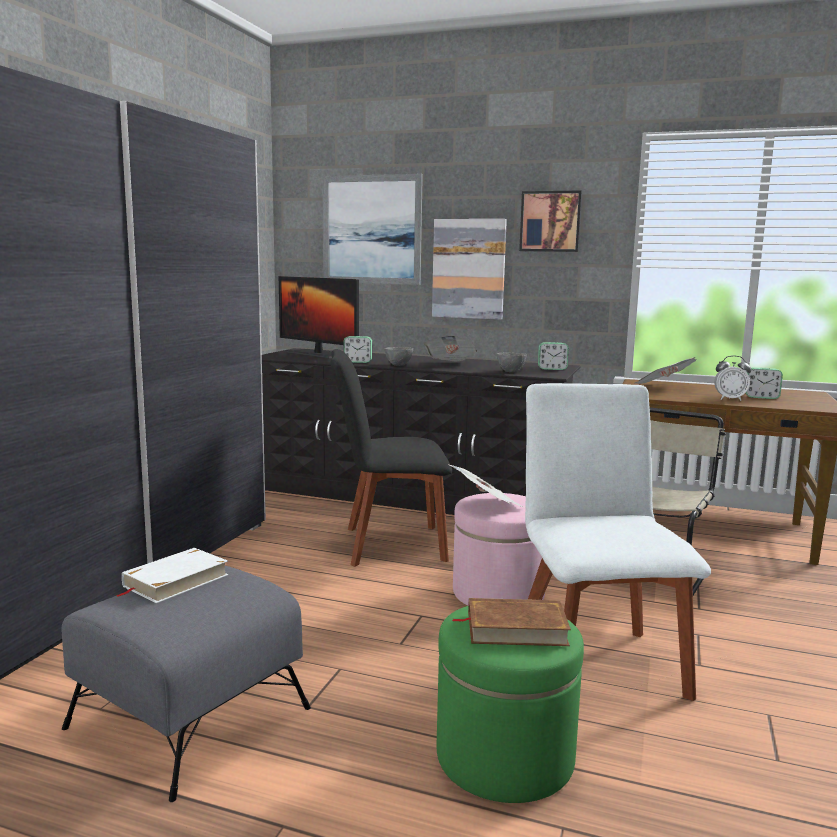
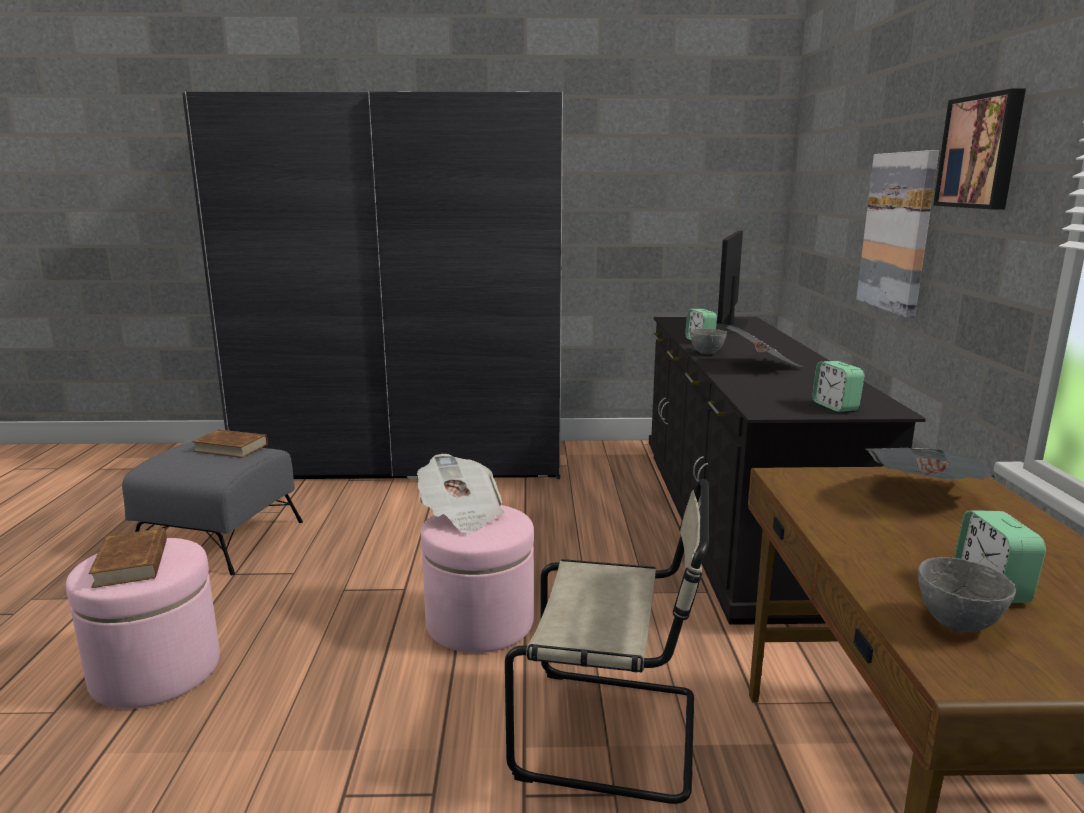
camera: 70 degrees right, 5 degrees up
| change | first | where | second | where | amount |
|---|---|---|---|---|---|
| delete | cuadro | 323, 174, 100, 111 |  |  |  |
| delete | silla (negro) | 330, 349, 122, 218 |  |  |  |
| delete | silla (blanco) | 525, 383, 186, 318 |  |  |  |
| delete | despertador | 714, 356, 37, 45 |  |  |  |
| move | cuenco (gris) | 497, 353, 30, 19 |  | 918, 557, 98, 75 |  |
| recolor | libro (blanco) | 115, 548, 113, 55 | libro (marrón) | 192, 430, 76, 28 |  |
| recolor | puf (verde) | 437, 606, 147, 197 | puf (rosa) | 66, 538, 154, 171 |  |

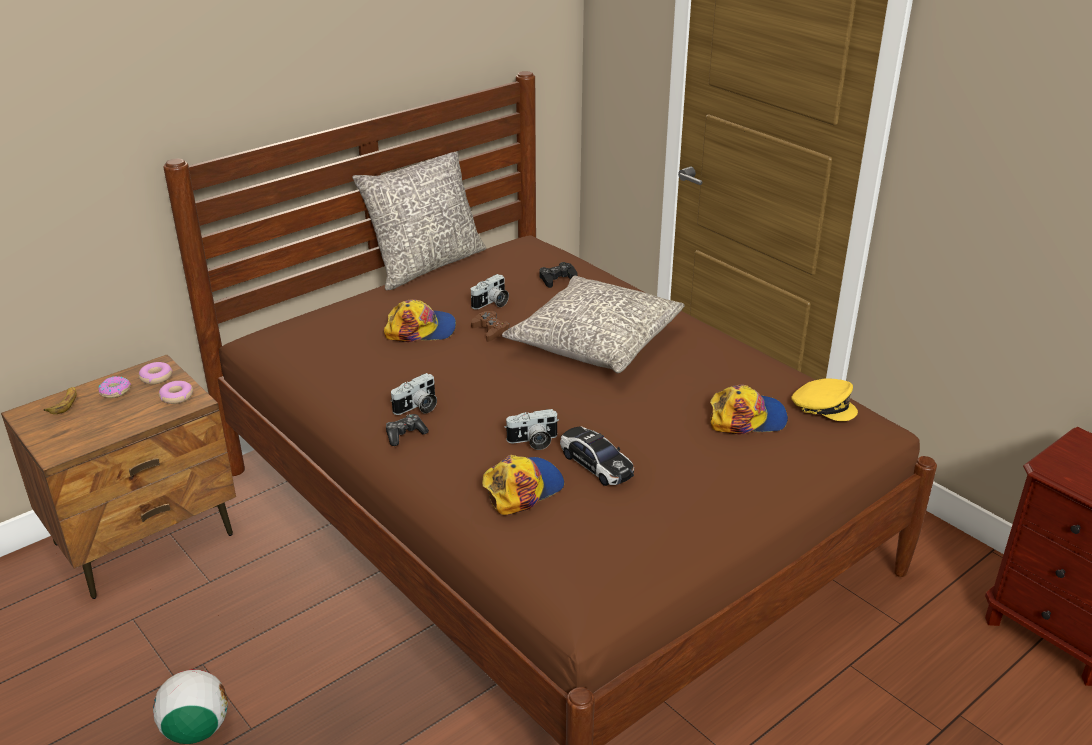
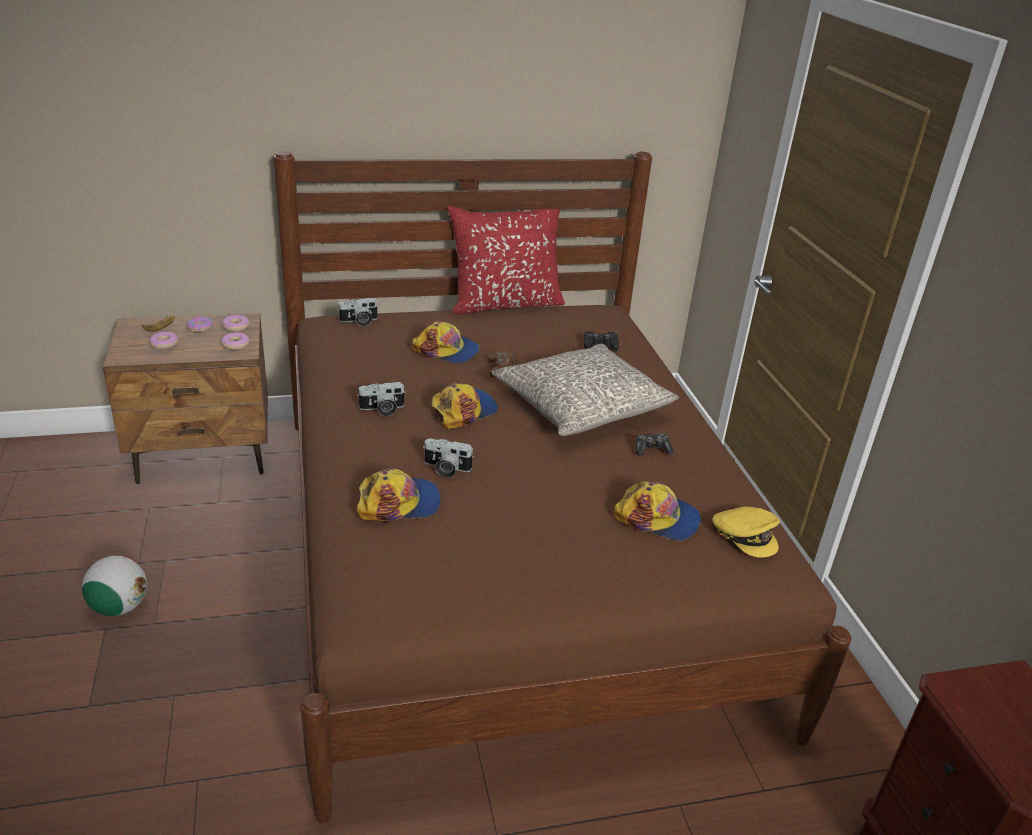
camera: 25 degrees right, 0 degrees up
| change | first | where | second | where | amount |
|---|---|---|---|---|---|
| delete | coche de juguete | 560, 426, 74, 60 |  |  |  |
| insert |  |  | rosquilla | 149, 332, 30, 18 |  |
| insert |  |  | gorra | 432, 383, 66, 46 |  |
| move | mando de consola | 386, 414, 43, 32 |  | 635, 433, 39, 23 |  |
| move | cámara | 471, 274, 38, 35 |  | 339, 298, 39, 28 |  |
| recolor | cojín (gris) | 352, 151, 134, 139 | cojín (rojo) | 447, 206, 118, 108 |  |

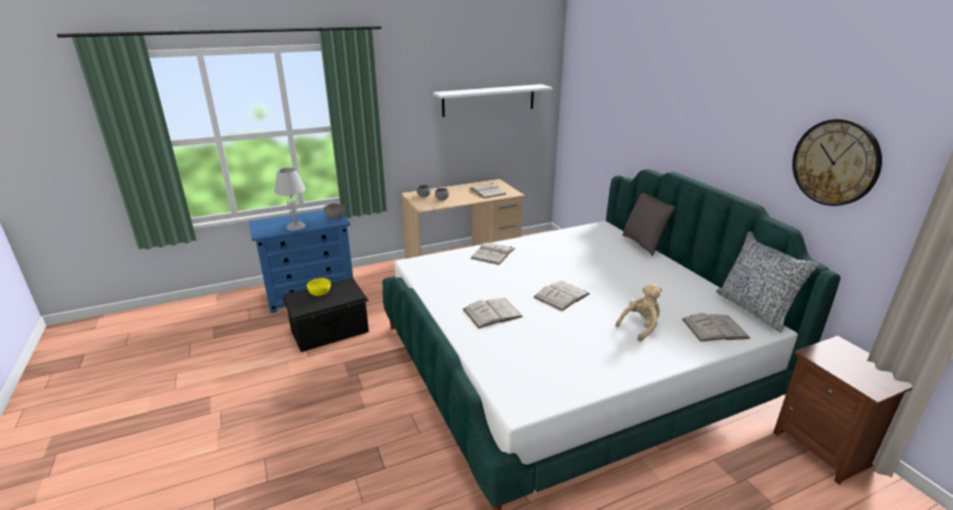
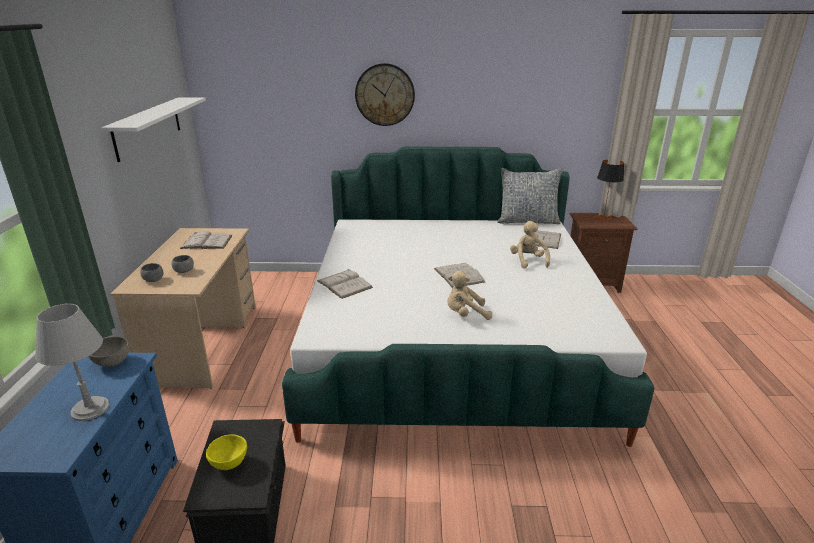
camera: 65 degrees left, 0 degrees up
| change | first | where | second | where | amount |
|---|---|---|---|---|---|
| delete | cojín (gris) | 623, 193, 53, 63 |  |  |  |
| insert |  |  | lámpara de mesa | 595, 160, 29, 60 |  |
| move | reloj de pared | 792, 119, 90, 87 |  | 355, 63, 60, 63 |  |
| replace | libro (blanco) | 463, 298, 60, 30 | peluche (beis) | 447, 271, 45, 49 |  |

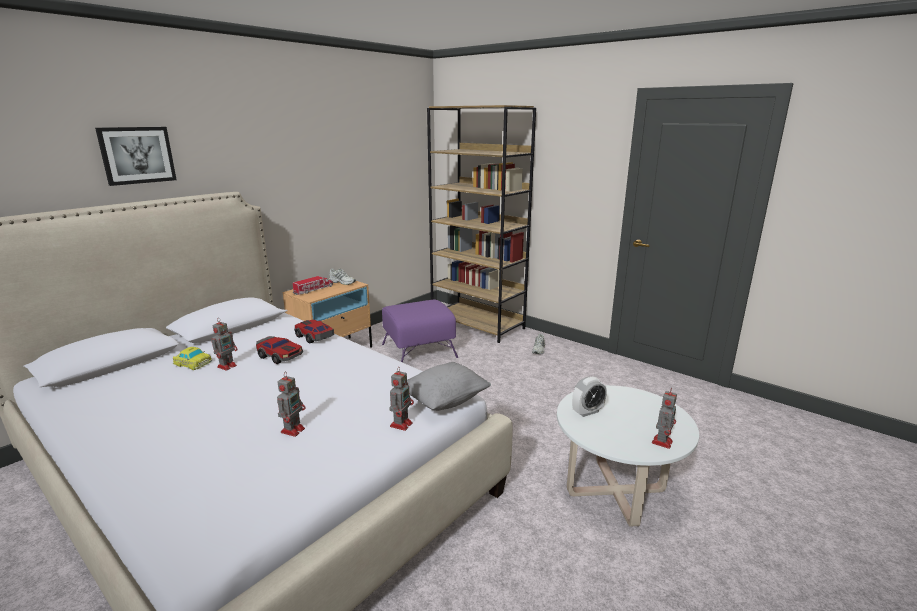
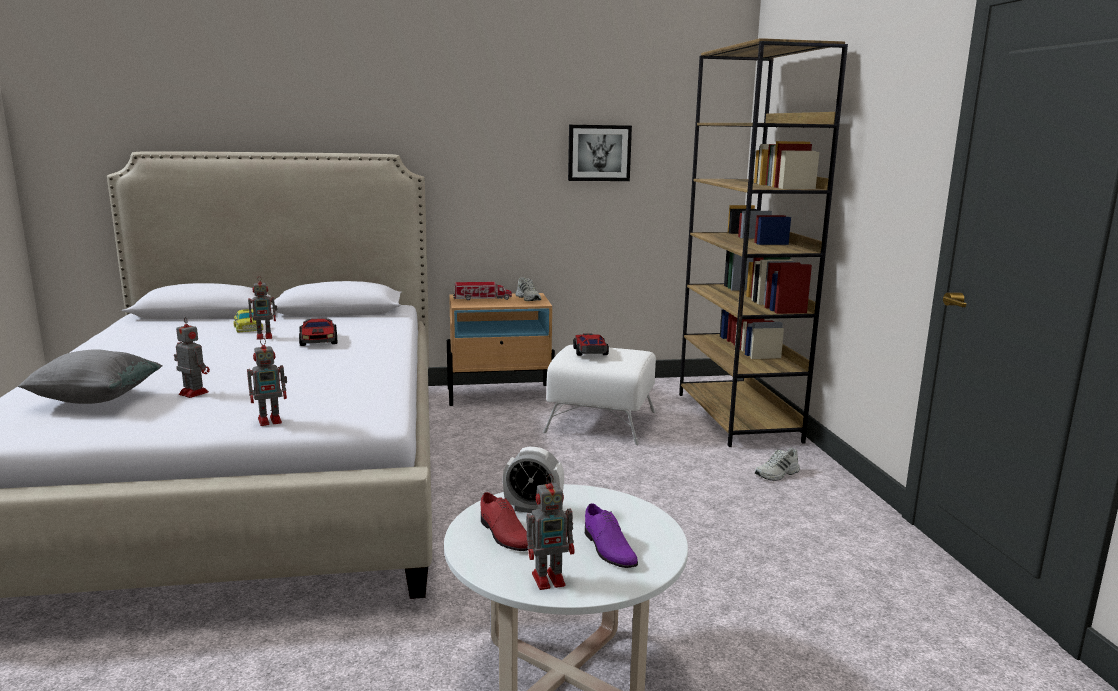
camera: 40 degrees right, 5 degrees down
| change | first | where | second | where | amount |
|---|---|---|---|---|---|
| insert |  |  | zapato (rojo) | 480, 492, 49, 59 |  |
| insert |  |  | zapato (morado) | 585, 503, 53, 65 |  |
| move | cuadro | 95, 127, 82, 59 |  | 568, 125, 64, 56 |  |
| move | coche de juguete | 294, 319, 40, 24 |  | 573, 333, 36, 23 |  |
| move | cojín (gris) | 407, 362, 84, 49 |  | 17, 349, 145, 55 |  |
| recolor | puf (morado) | 382, 300, 76, 63 | puf (blanco) | 543, 345, 113, 100 |  |
| rotate | robot de juguete | 277, 372, 29, 65 |  | 174, 317, 36, 81 | 120 degrees counterclockwise |

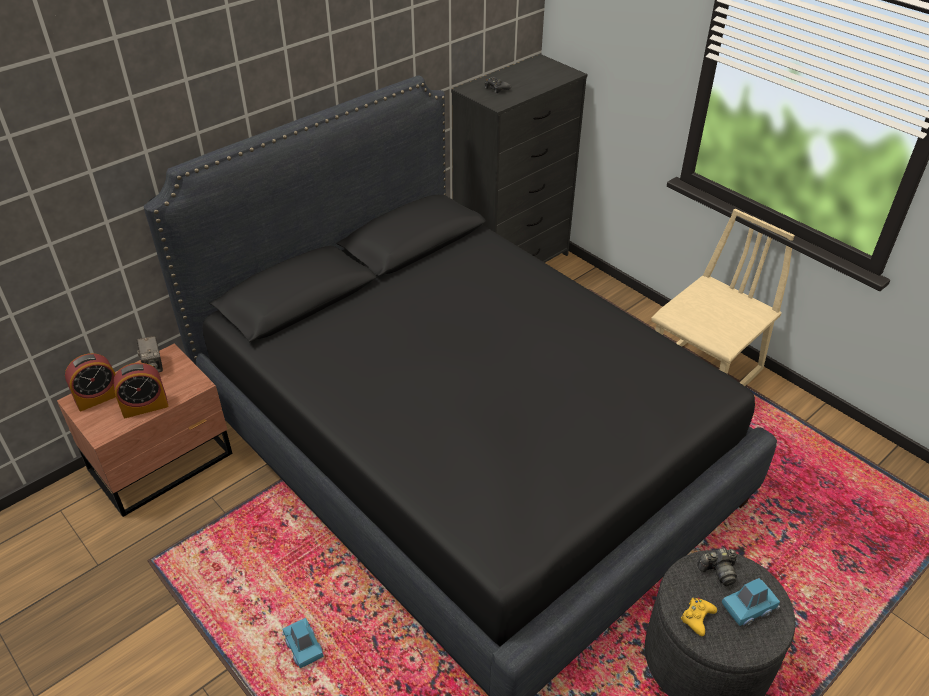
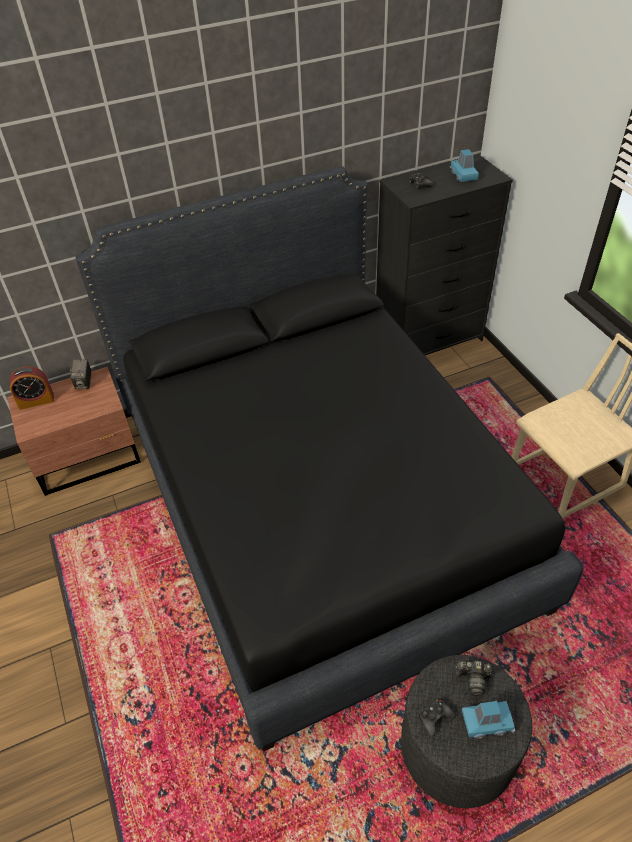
camera: 20 degrees right, 5 degrees up
| change | first | where | second | where | amount |
|---|---|---|---|---|---|
| delete | despertador | 113, 363, 55, 55 |  |  |  |
| move | coche de juguete (azul) | 282, 618, 42, 50 |  | 450, 149, 29, 33 |  |
| recolor | mando de consola (amarillo) | 681, 598, 36, 38 | mando de consola (negro) | 419, 699, 36, 38 |  |

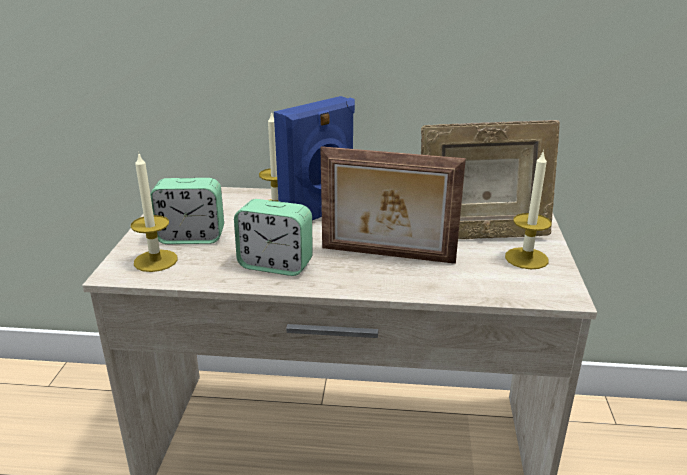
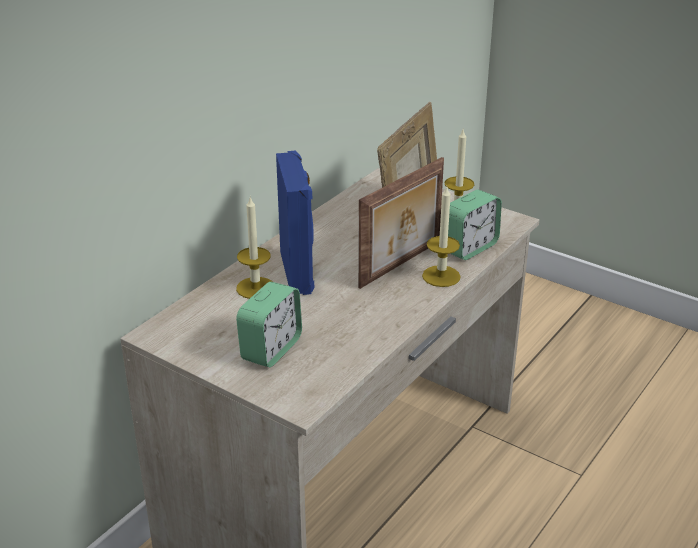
camera: 60 degrees left, 5 degrees up
| change | first | where | second | where | amount |
|---|---|---|---|---|---|
| move | vela | 131, 152, 46, 120 |  | 422, 186, 39, 101 |  |
| move | despertador | 234, 199, 79, 77 |  | 448, 190, 54, 70 |  |

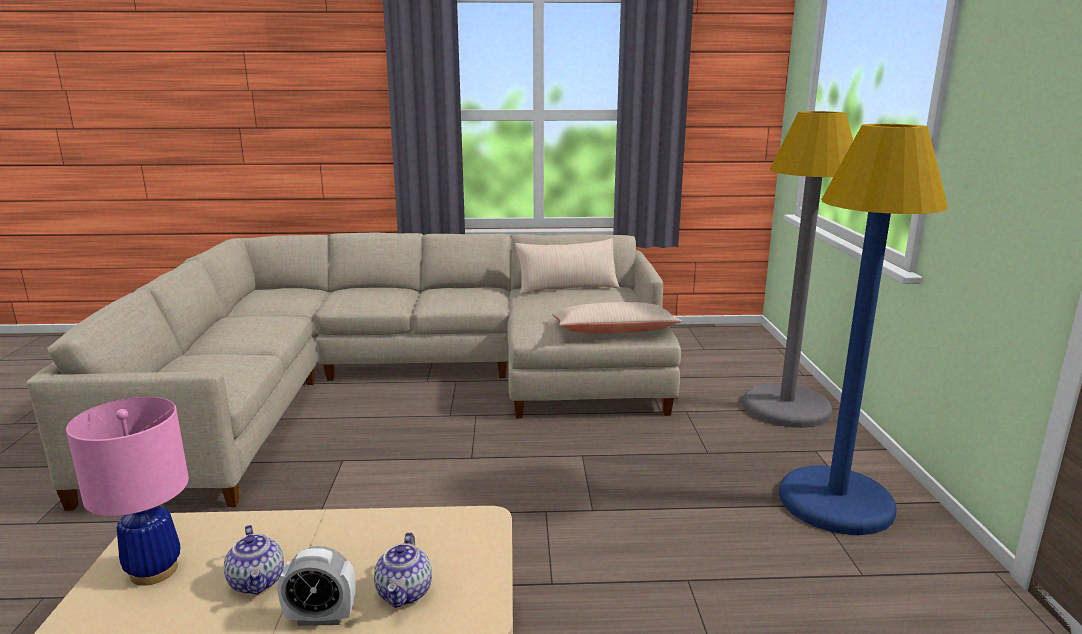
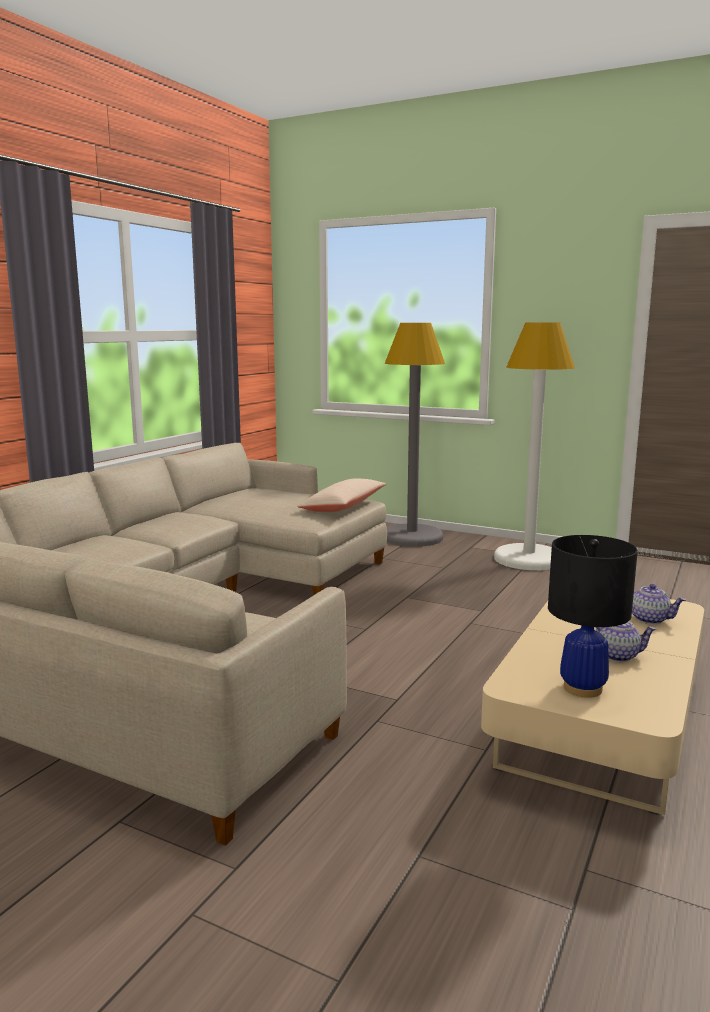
camera: 60 degrees left, 5 degrees down
| change | first | where | second | where | amount |
|---|---|---|---|---|---|
| delete | despertador | 278, 546, 78, 80 |  |  |  |
| delete | cojín (beis) | 515, 238, 104, 56 |  |  |  |
| recolor | lámpara de mesa (rosa) | 66, 397, 123, 189 | lámpara de mesa (negro) | 548, 535, 90, 163 |  |
| recolor | lámpara de pie (azul) | 779, 124, 169, 411 | lámpara de pie (blanco) | 494, 323, 81, 247 |  |

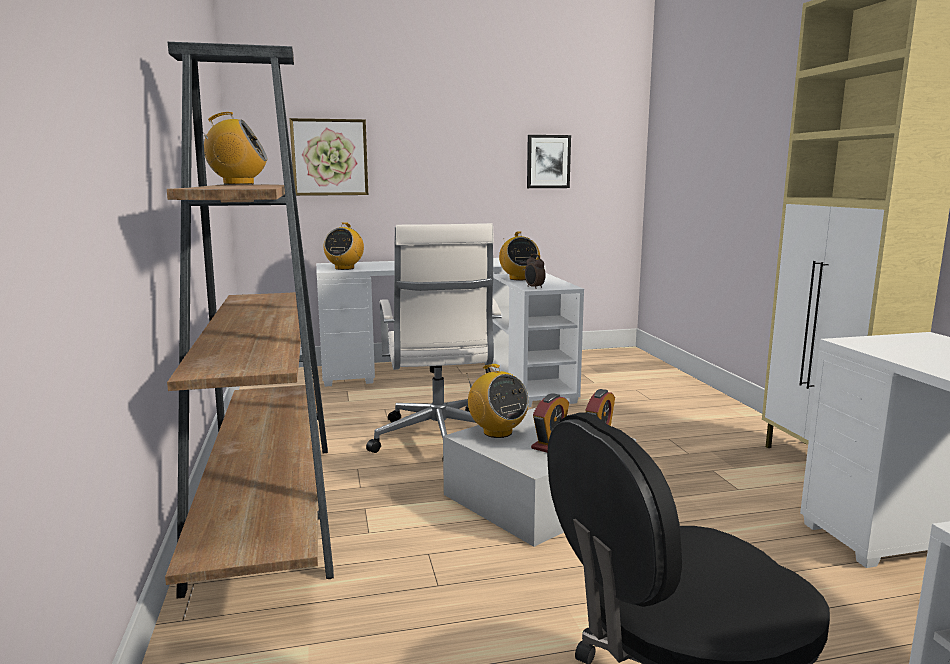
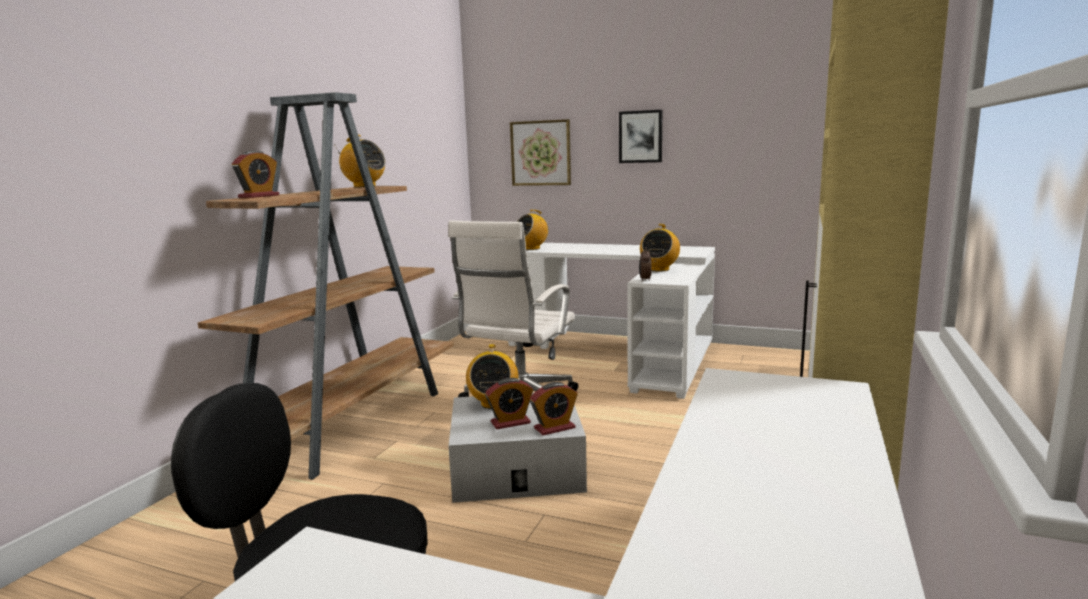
camera: 35 degrees right, 0 degrees up
| change | first | where | second | where | amount |
|---|---|---|---|---|---|
| insert |  |  | despertador | 232, 151, 47, 47 |  |
| move | cuadro | 527, 135, 44, 53 |  | 619, 110, 43, 53 |  |

